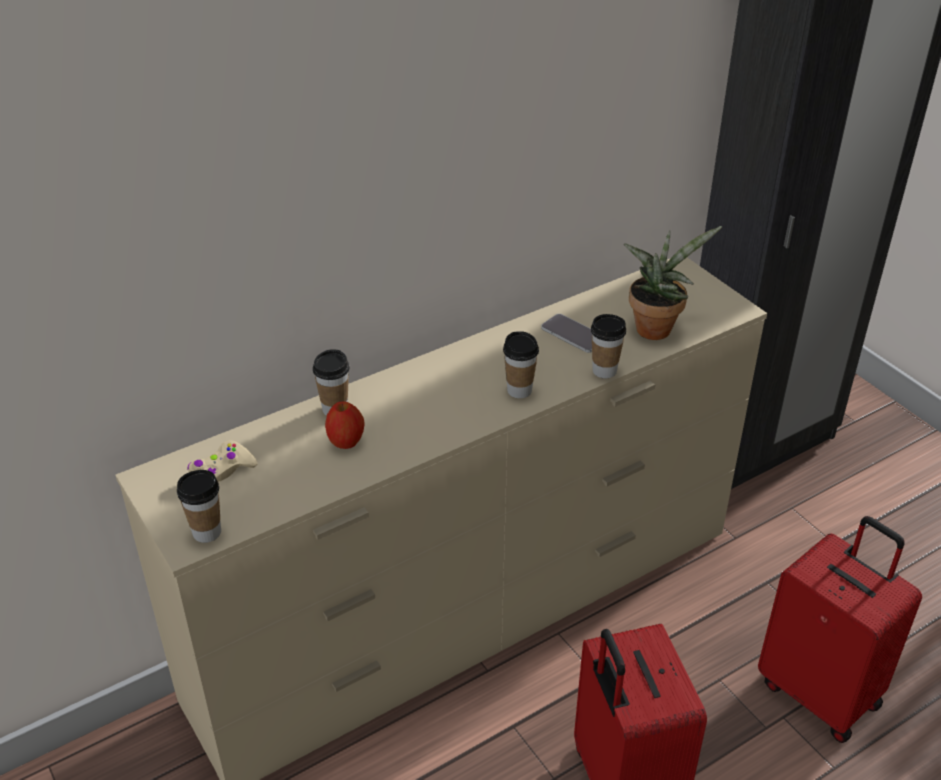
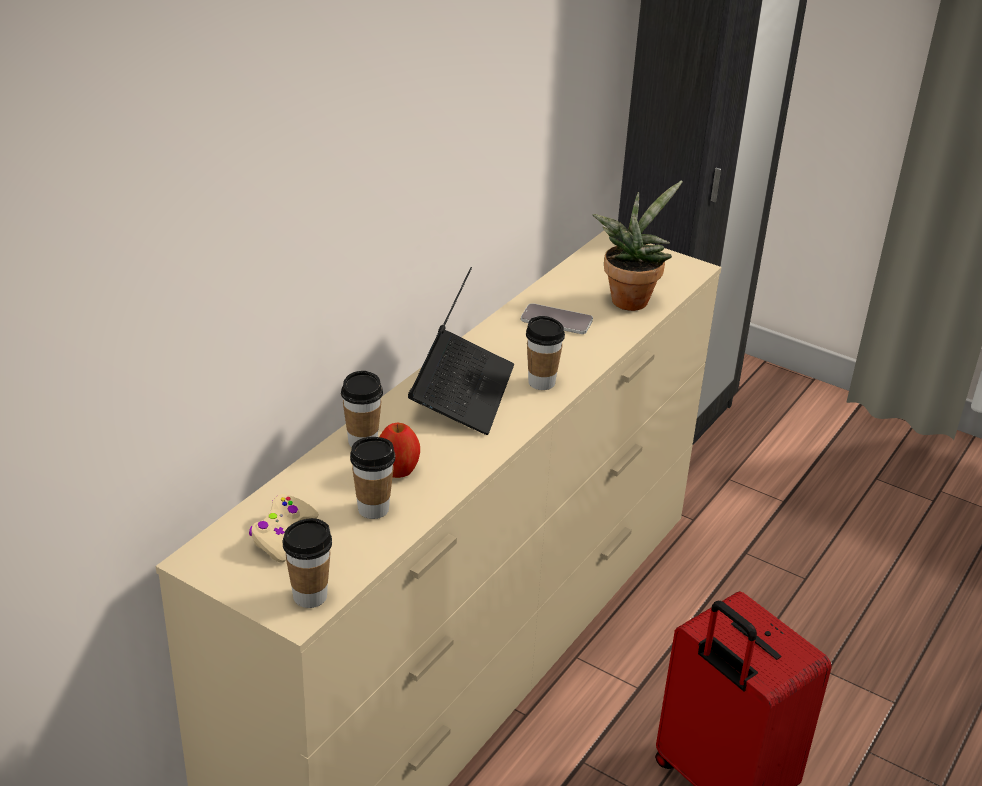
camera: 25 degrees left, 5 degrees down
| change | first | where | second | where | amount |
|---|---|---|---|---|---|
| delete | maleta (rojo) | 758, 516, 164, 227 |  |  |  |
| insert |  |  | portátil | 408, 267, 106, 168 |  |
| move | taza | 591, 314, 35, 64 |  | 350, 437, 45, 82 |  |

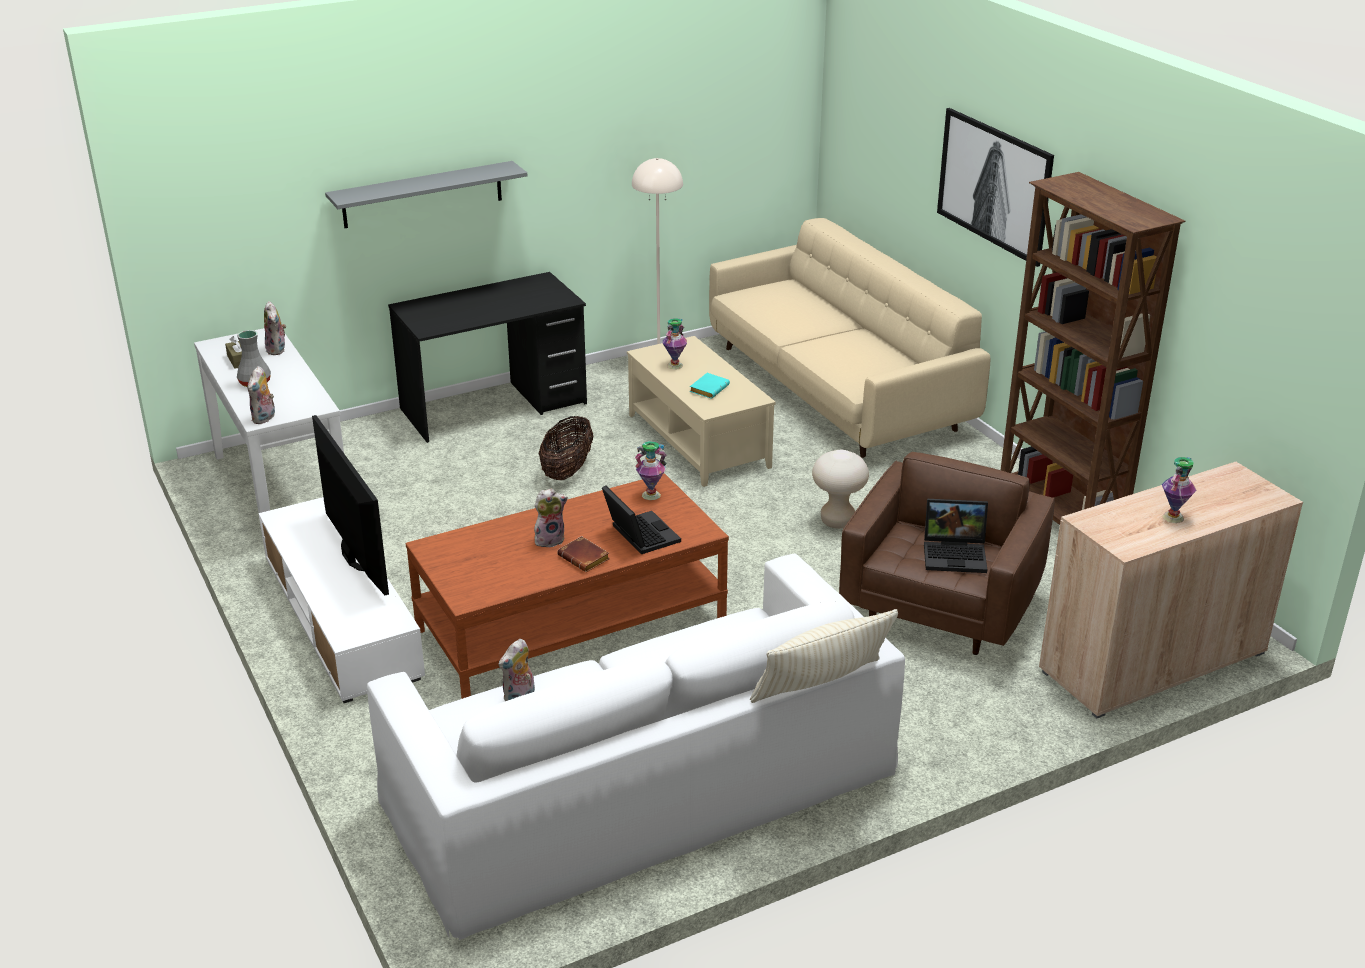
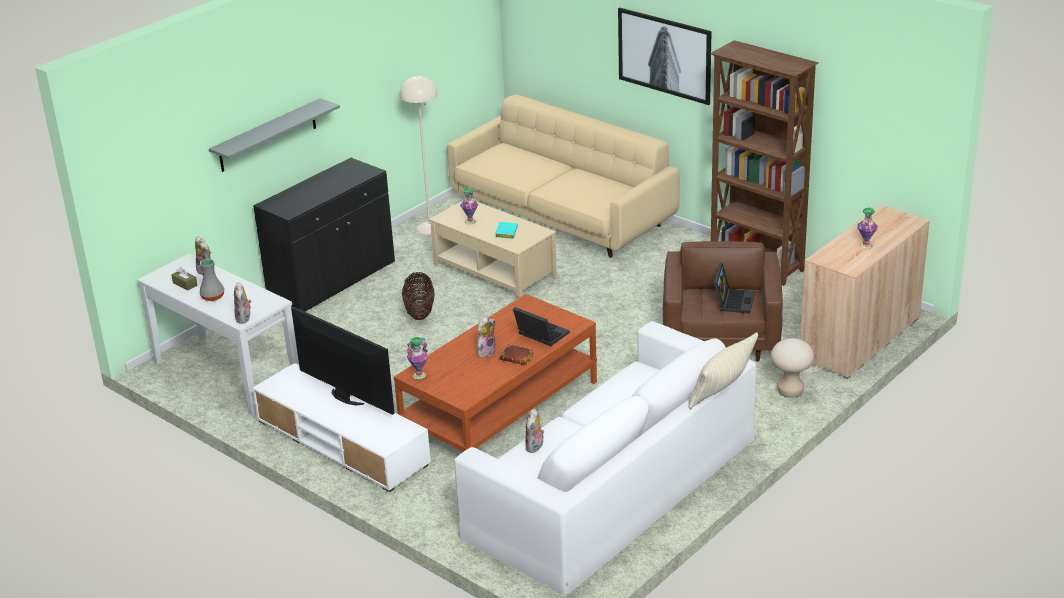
camera: 20 degrees left, 0 degrees up
| change | first | where | second | where | amount |
|---|---|---|---|---|---|
| move | florero | 635, 441, 31, 59 |  | 406, 337, 23, 42 |  |
| move | taburete (beis) | 812, 450, 57, 79 |  | 771, 338, 43, 60 |  |
| replace | escritorio (negro) | 388, 272, 199, 171 | armario (negro) | 253, 158, 142, 153 |  |
| rotate | portátil | 924, 499, 64, 74 |  | 714, 263, 41, 51 | 60 degrees counterclockwise |

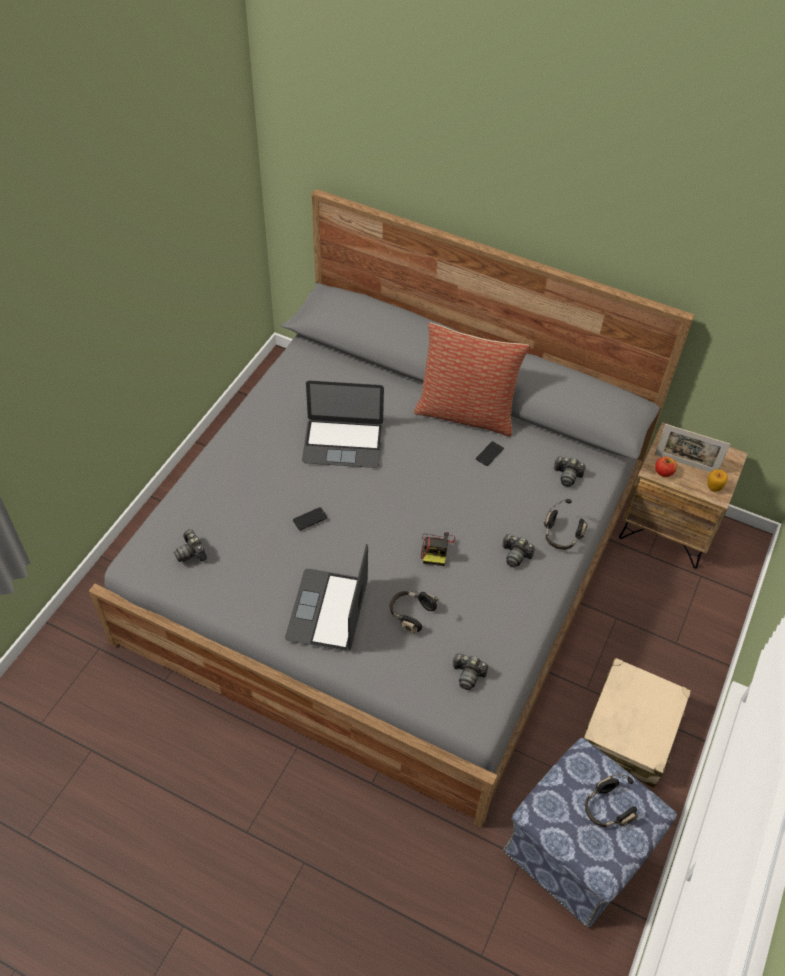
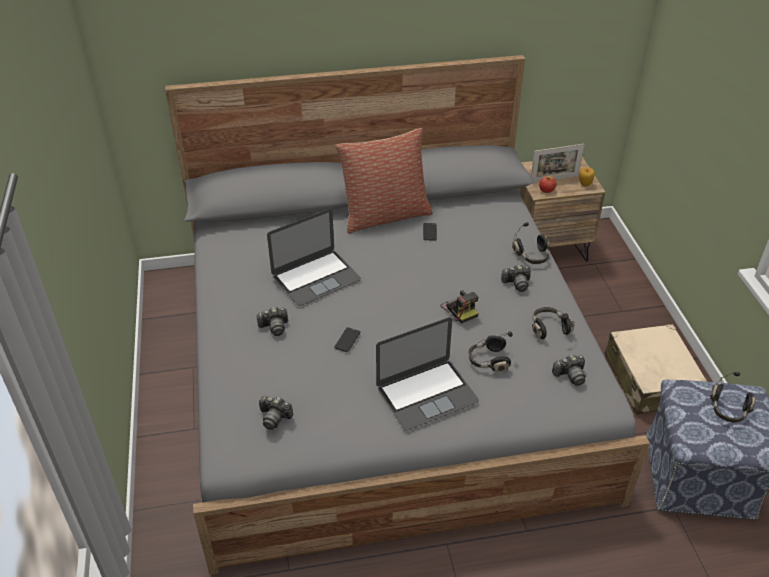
camera: 35 degrees left, 10 degrees down
| change | first | where | second | where | amount |
|---|---|---|---|---|---|
| insert |  |  | auriculares (negro) | 532, 307, 43, 32 |  |
| move | cámara | 554, 456, 32, 31 |  | 256, 307, 32, 29 |  |
| rotate | portátil | 285, 544, 83, 107 |  | 376, 317, 103, 114 | 90 degrees counterclockwise |

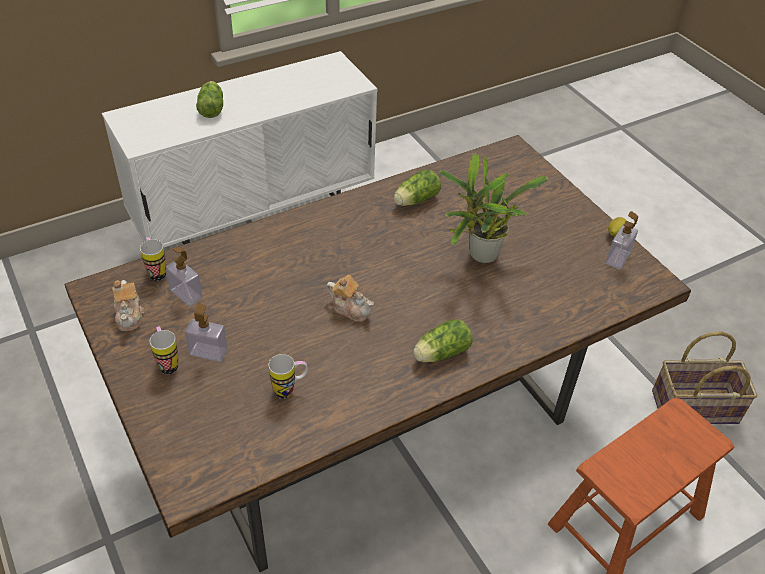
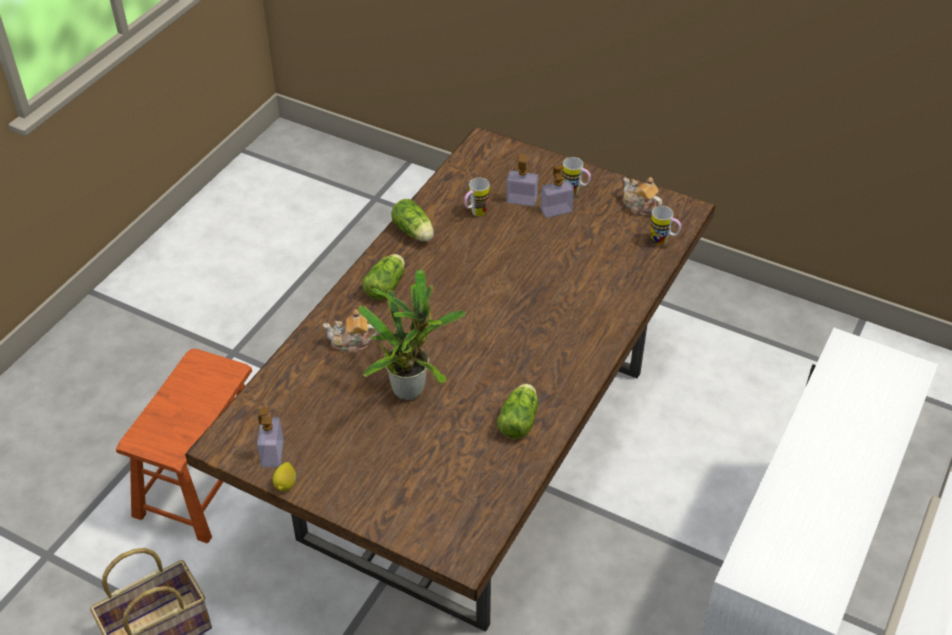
camera: 150 degrees right, 0 degrees up
| change | first | where | second | where | amount |
|---|---|---|---|---|---|
| move | dispensador de jabón | 165, 247, 38, 59 |  | 506, 154, 32, 52 |  |
| move | lechuga | 196, 81, 27, 37 |  | 391, 199, 43, 43 |  |
| move | tetera | 326, 275, 48, 47 |  | 323, 309, 55, 44 |  |

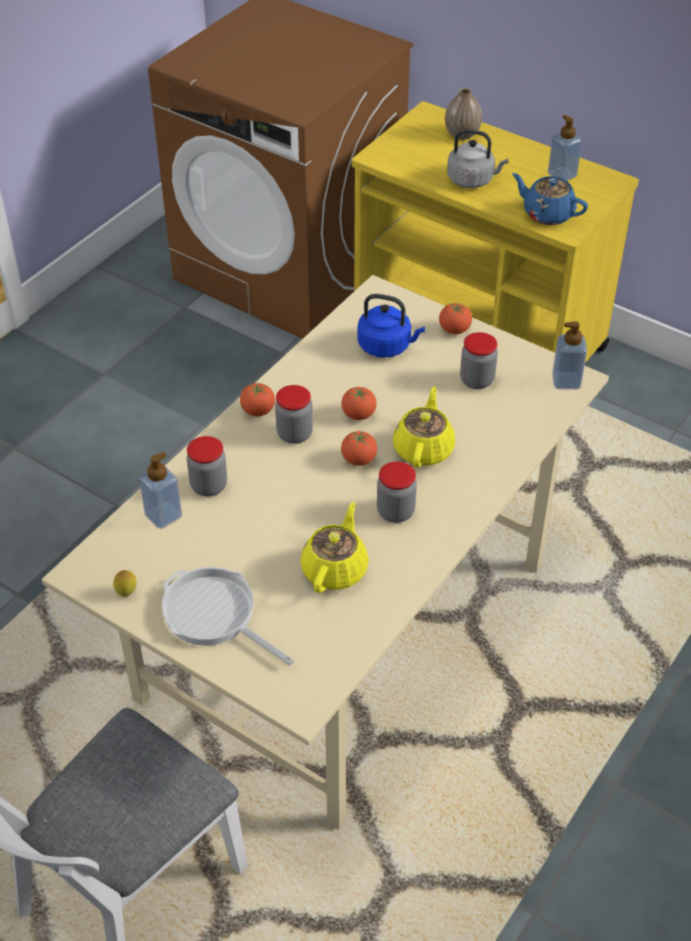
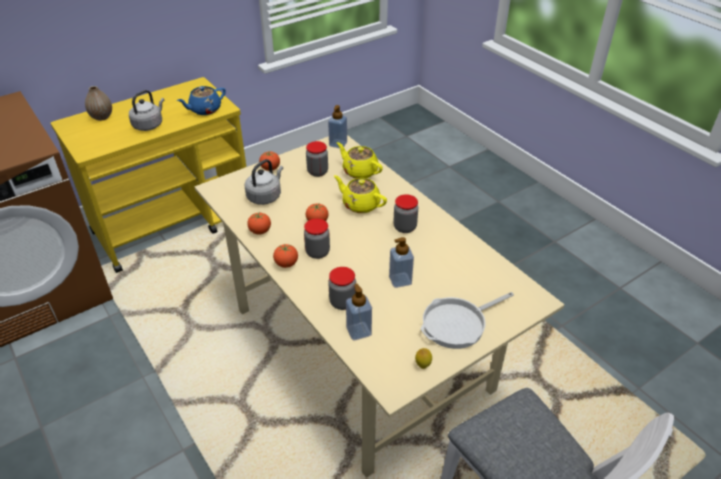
camera: 70 degrees left, 5 degrees down
| change | first | where | second | where | amount |
|---|---|---|---|---|---|
| move | tetera (amarillo) | 300, 502, 69, 91 |  | 337, 142, 46, 37 |  |
| move | tomate | 341, 431, 36, 35 |  | 247, 212, 24, 23 |  |
| move | dispensador de jabón | 548, 115, 34, 66 |  | 389, 237, 25, 51 |  |
| recolor | hervidor (azul) | 357, 294, 68, 64 | hervidor (gris) | 245, 159, 38, 46 |  |

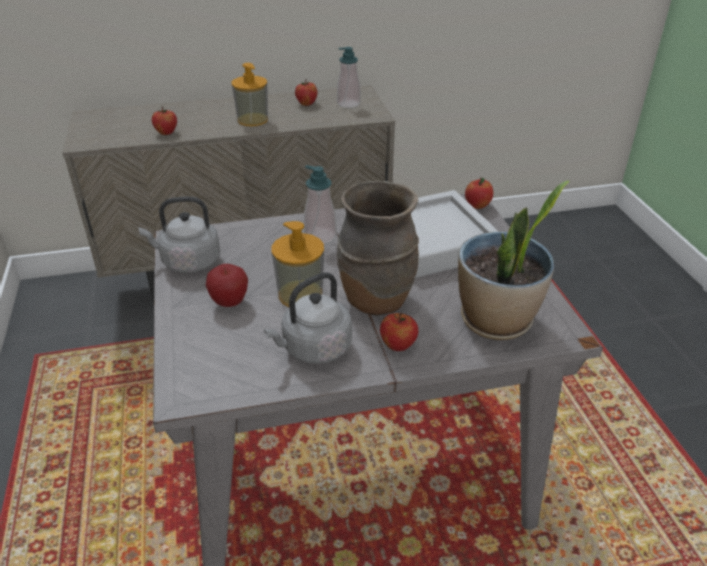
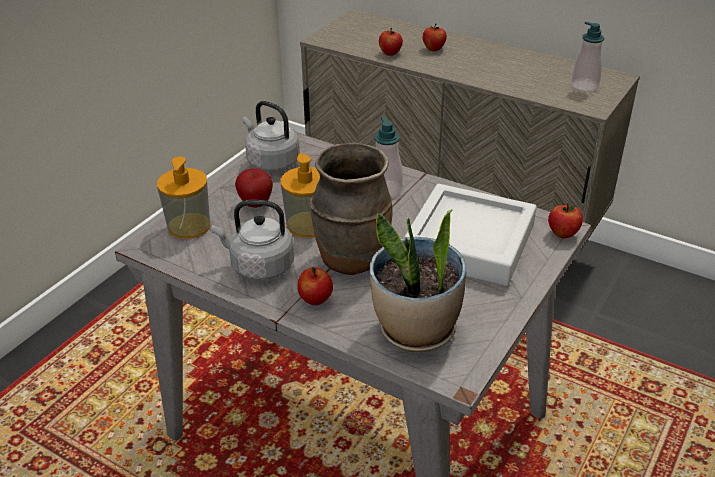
camera: 45 degrees right, 0 degrees up
| change | first | where | second | where | amount |
|---|---|---|---|---|---|
| move | dispensador de jabón | 232, 63, 36, 63 |  | 157, 156, 53, 83 |  |
| move | manzana | 295, 79, 22, 27 |  | 423, 24, 24, 27 |  |

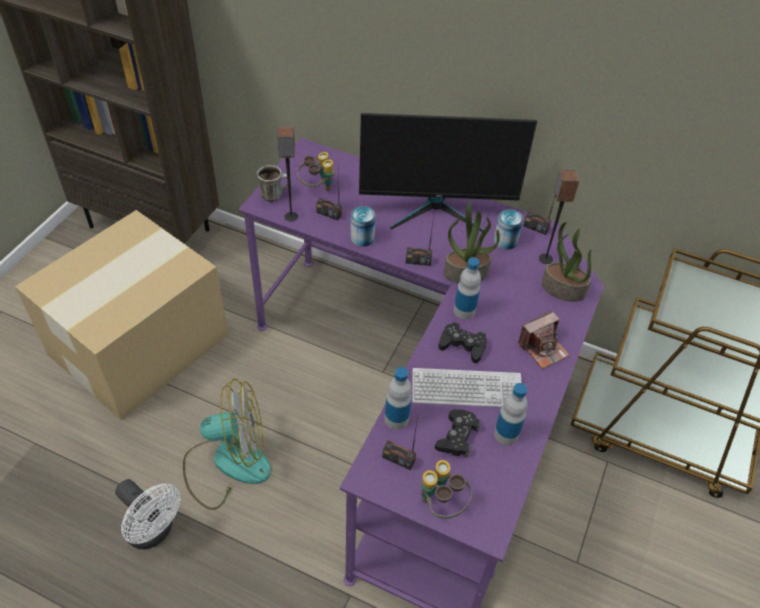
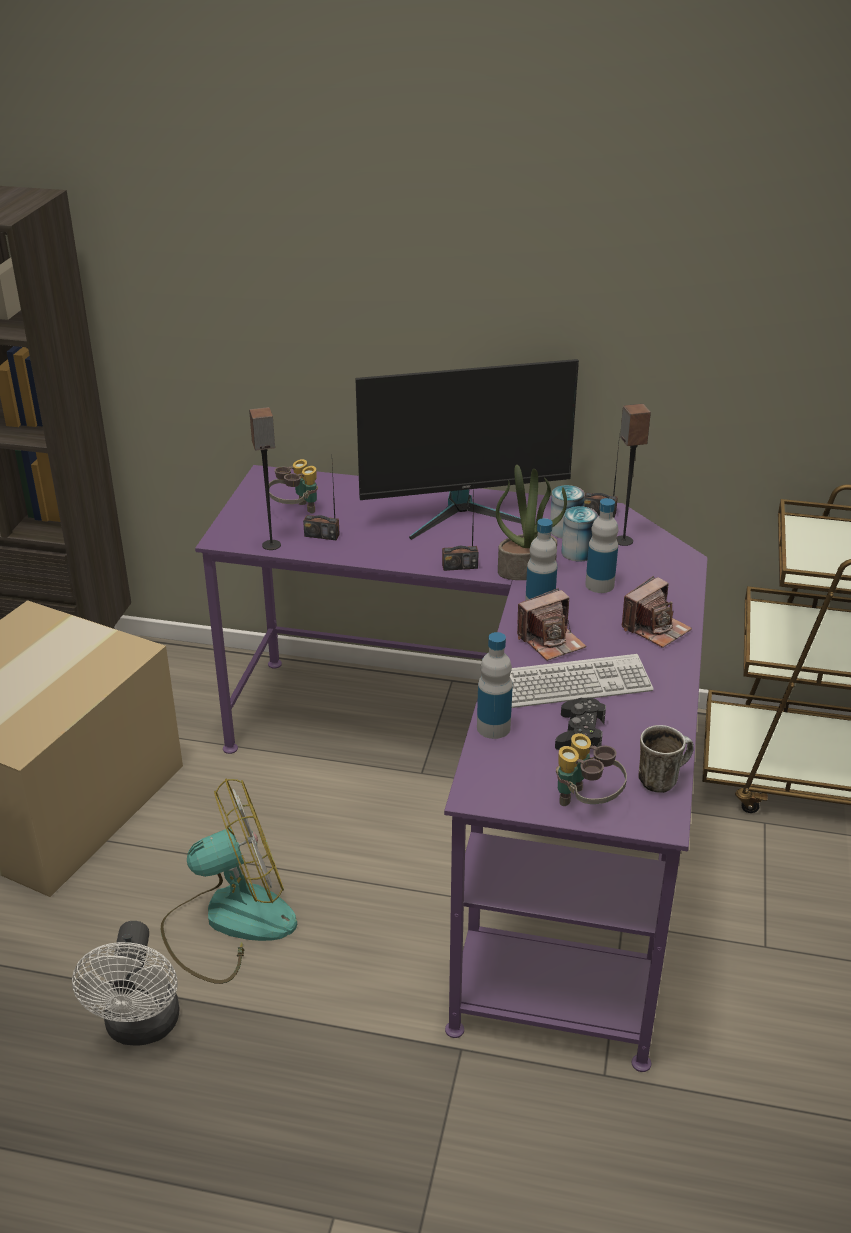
camera: 10 degrees left, 15 degrees down
| change | first | where | second | where | amount |
|---|---|---|---|---|---|
| delete | radio | 382, 415, 36, 55 |  |  |  |
| delete | planta en maceta | 541, 222, 50, 80 |  |  |  |
| move | taza grande | 257, 165, 34, 37 |  | 638, 725, 56, 68 |  |
| move | lata | 351, 206, 25, 41 |  | 561, 506, 37, 56 |  |
| move | botella | 494, 383, 34, 62 |  | 585, 498, 33, 95 |  |
| replace | mando de consola (negro) | 438, 322, 49, 41 | cámara | 517, 588, 69, 73 |  |
| rotate | ventilador (blanco) | 115, 479, 66, 70 |  | 72, 921, 107, 125 | 60 degrees clockwise |

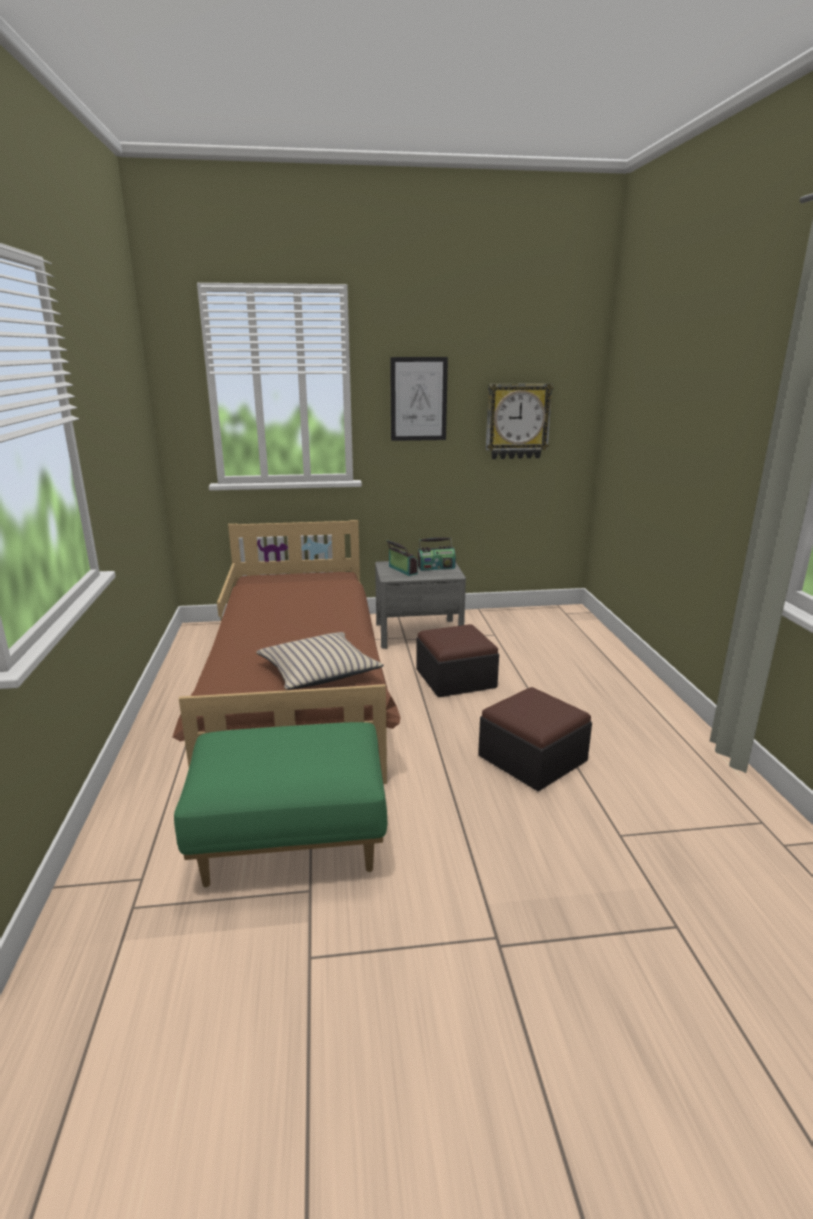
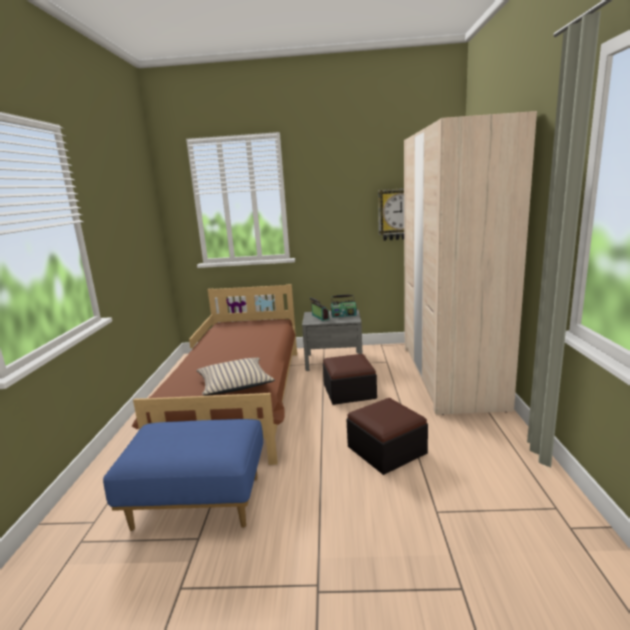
camera: 10 degrees right, 5 degrees down
| change | first | where | second | where | amount |
|---|---|---|---|---|---|
| delete | cuadro | 390, 357, 58, 84 |  |  |  |
| insert |  |  | armario ropero (beis) | 404, 111, 133, 304 |  |
| recolor | puf (verde) | 174, 722, 214, 165 | puf (azul) | 103, 419, 160, 112 |  |

